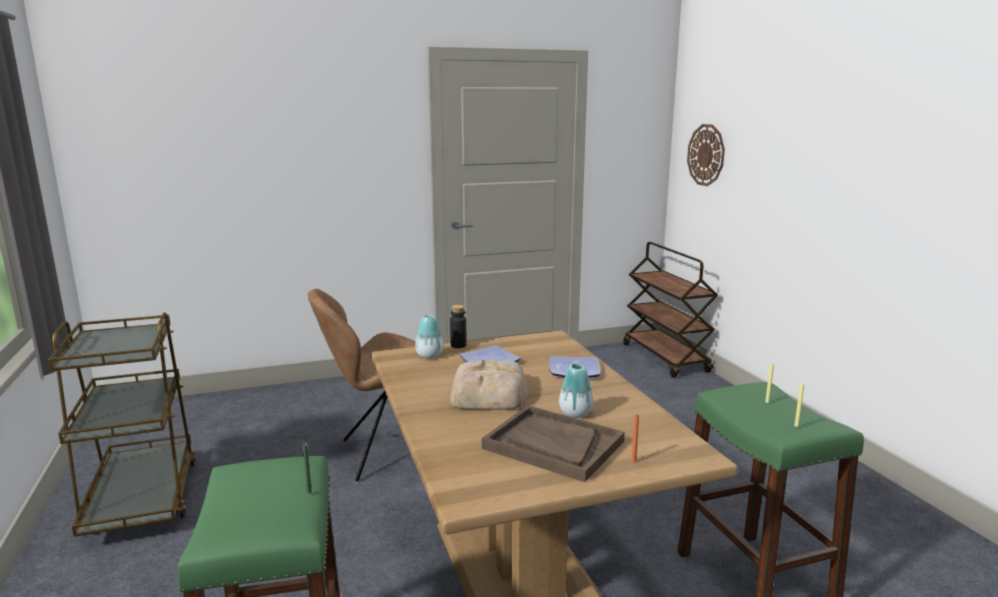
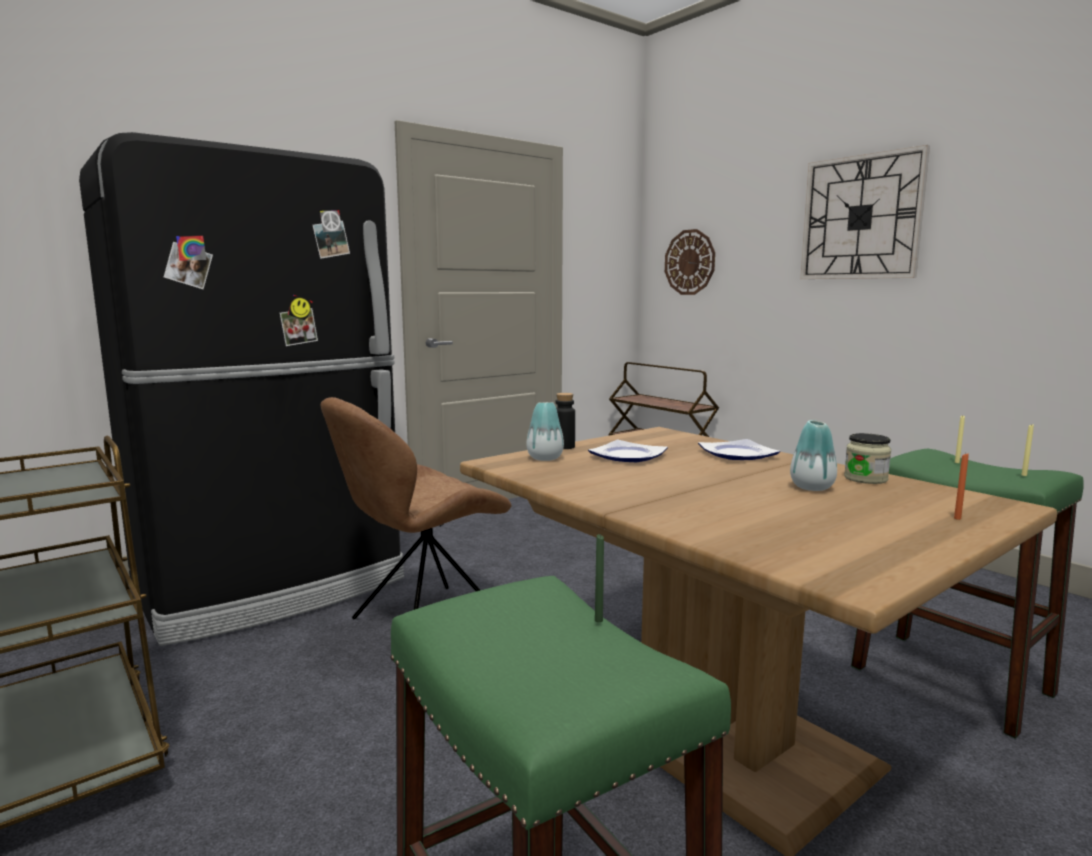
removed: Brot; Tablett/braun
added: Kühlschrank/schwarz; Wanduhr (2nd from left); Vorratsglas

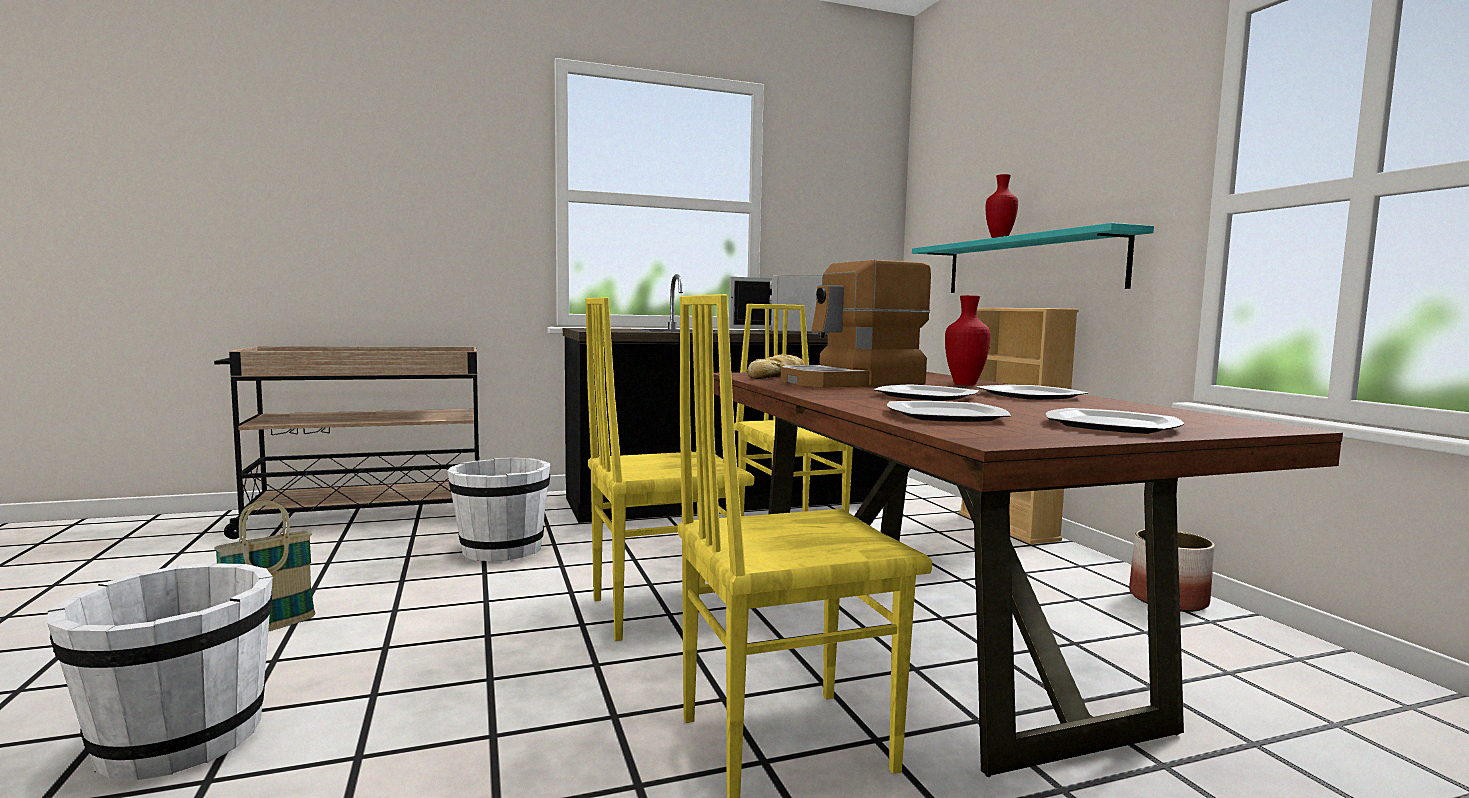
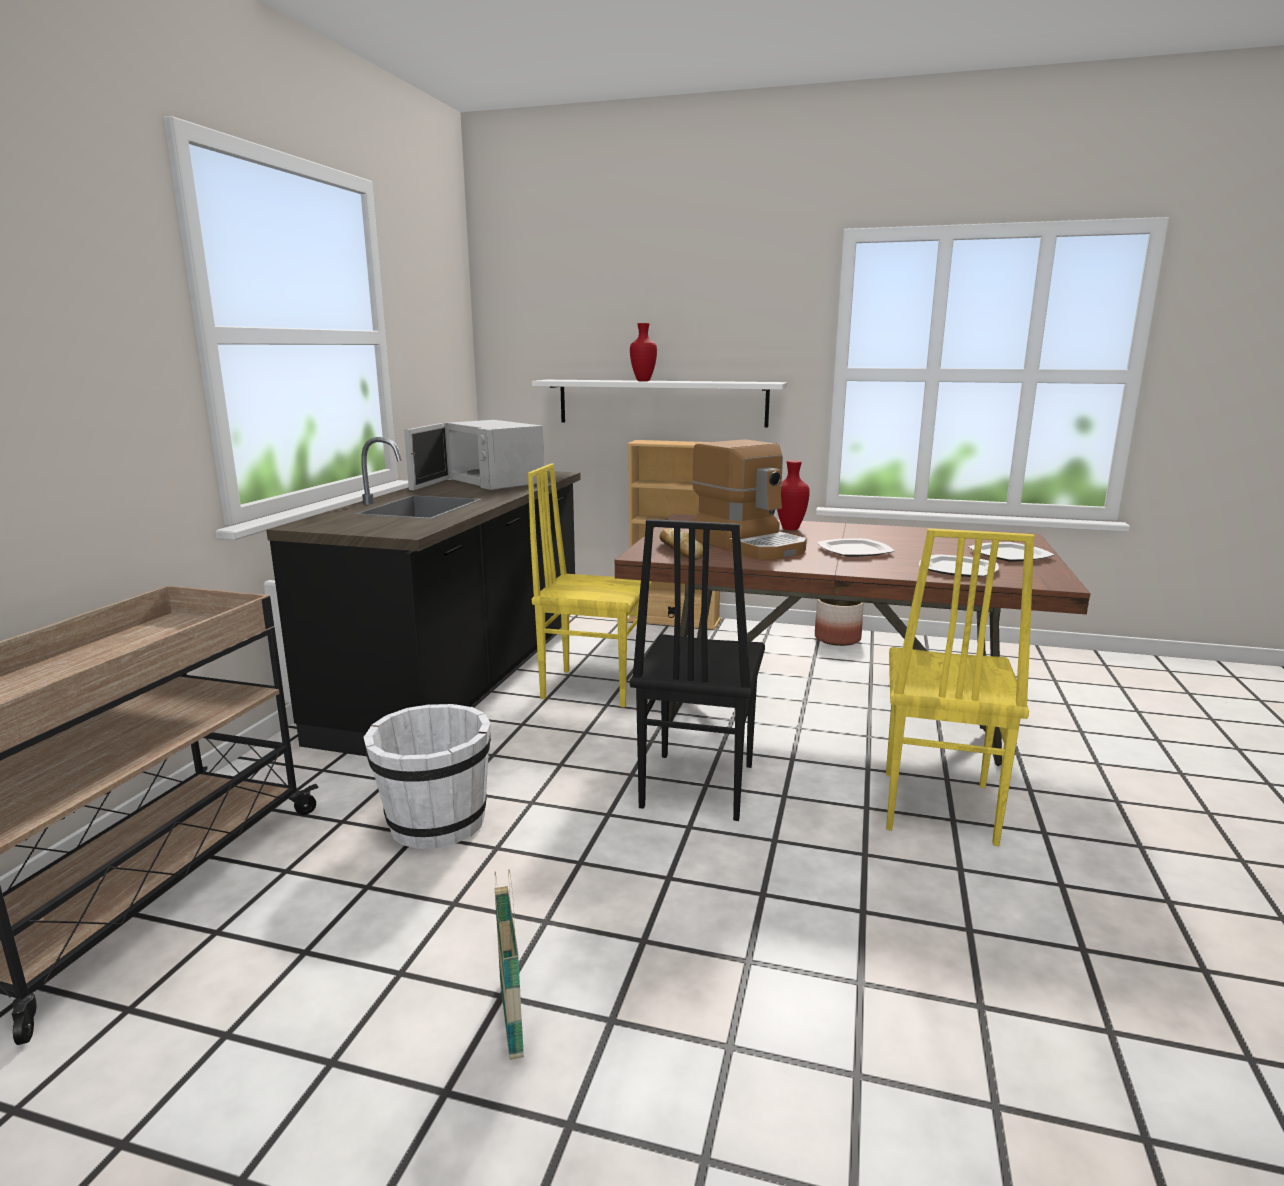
removed: Eimer/weiß (1st from left); Teller (3rd from left)
recoloured: Stuhl/gelb (1st from left) to Stuhl/schwarz; Wandregal/türkis to Wandregal/weiß
turned: Kaffeemaschine 45 degrees counterclockwise

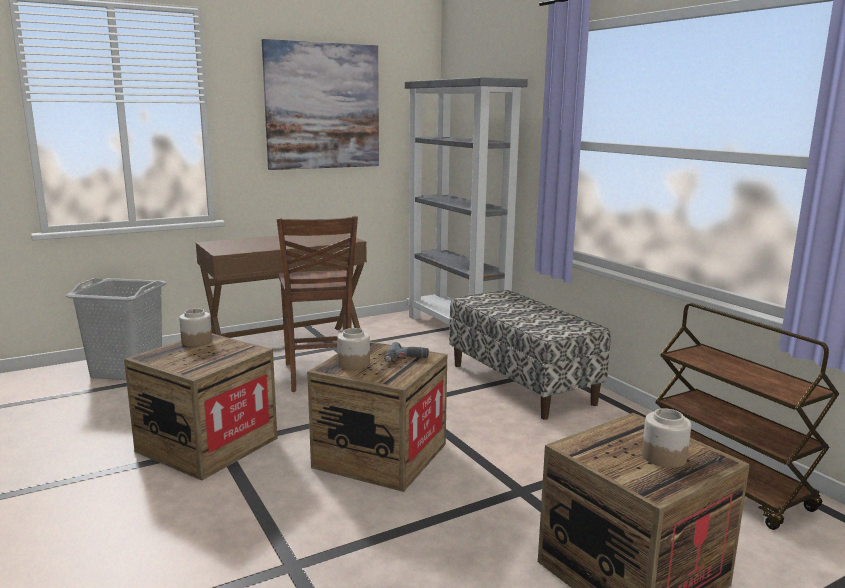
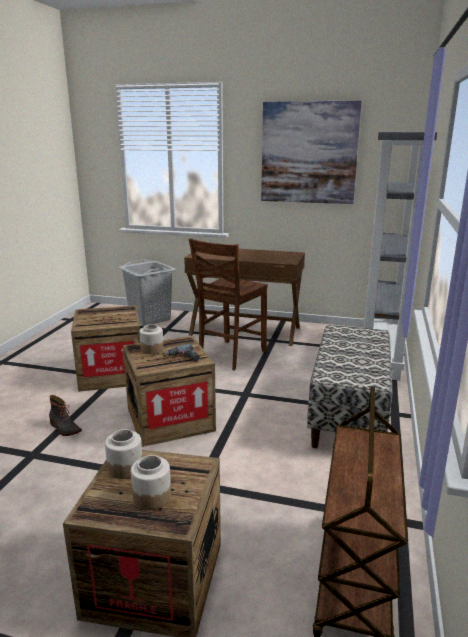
added: Stiefel
moved: Vorratsglas (1st from left)

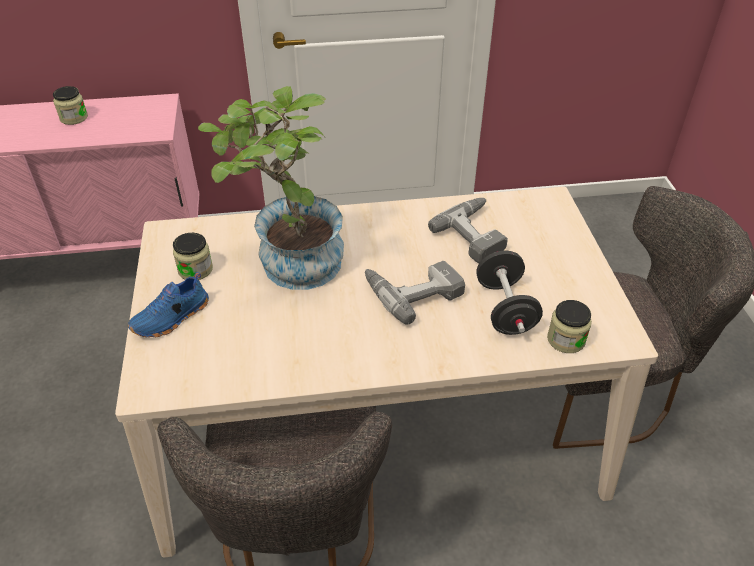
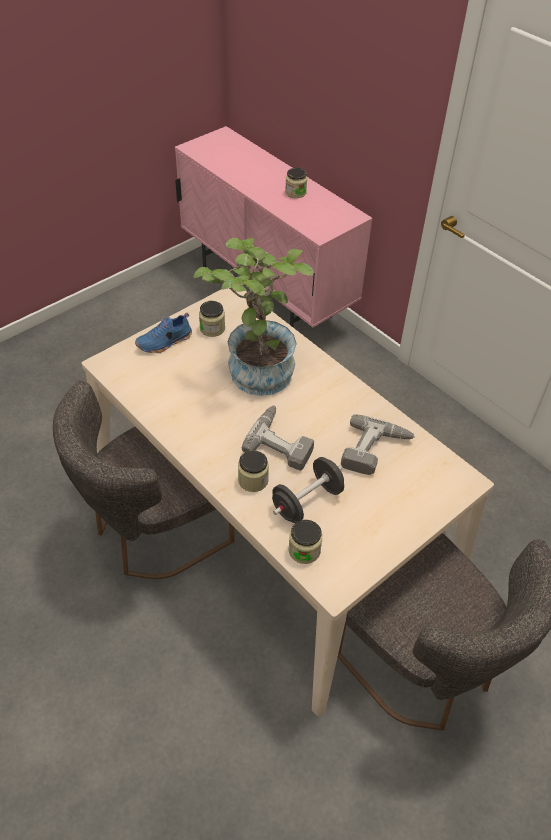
added: Vorratsglas (2nd from left)
turned: Schuh/blau 45 degrees counterclockwise

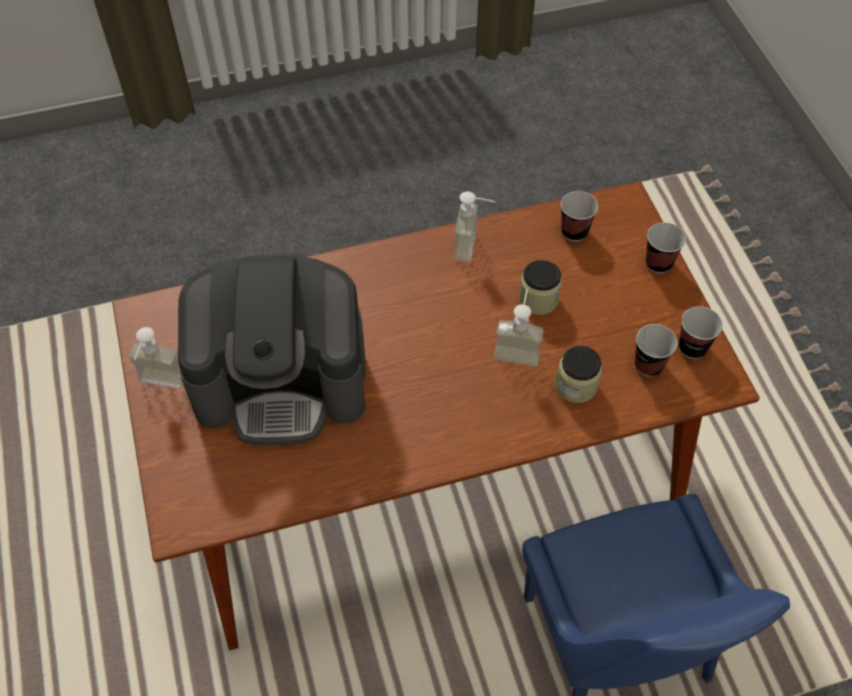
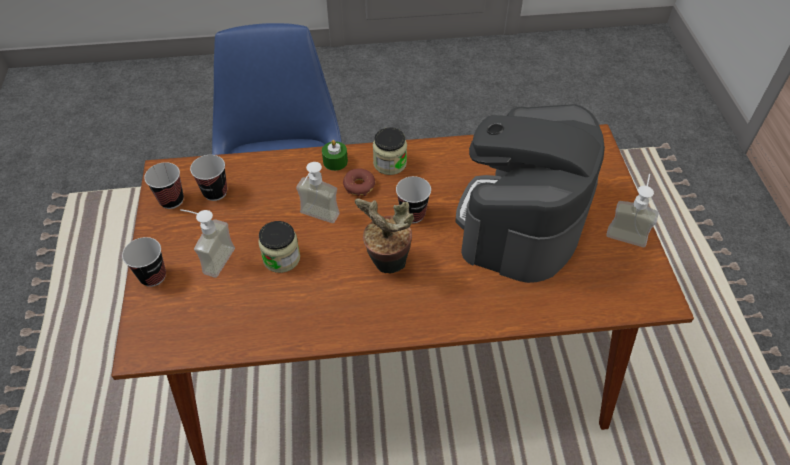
added: Kerze/grün; Donut; Topfpflanze
moved: Seifenspender (2nd from left in the first image) to Seifenspender (1st from left); Vorratsglas (2nd from left); Tasse (1st from left in the first image) to Tasse (4th from left)
turned: Kaffeemaschine 75 degrees counterclockwise

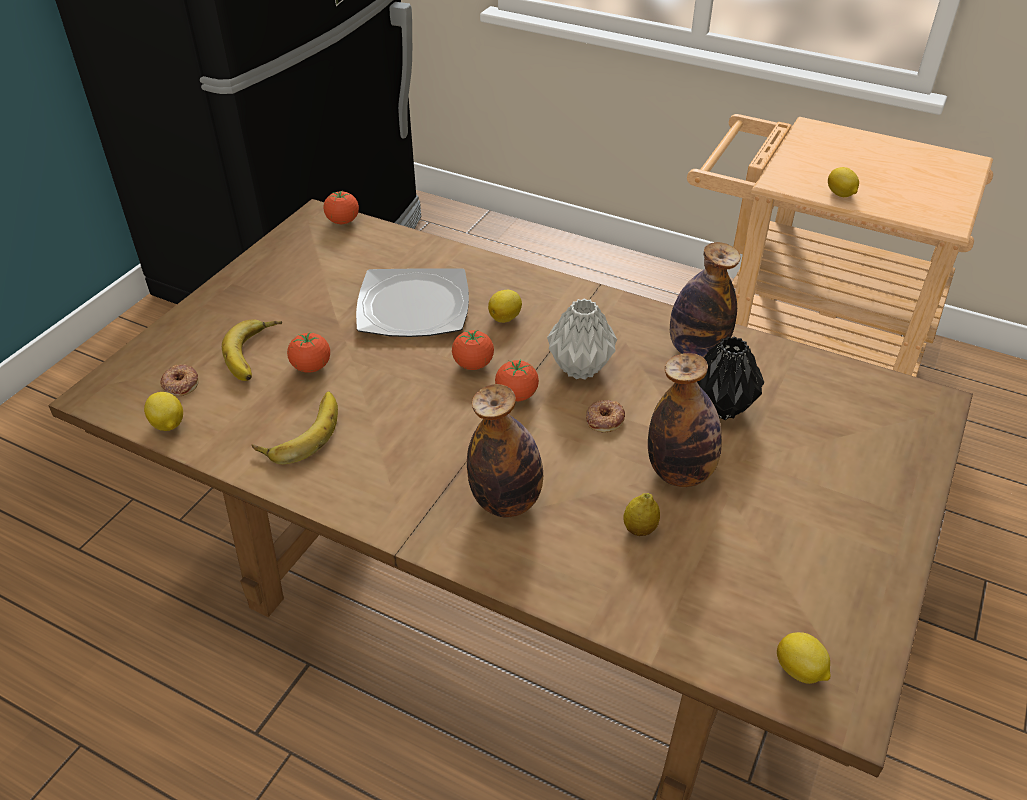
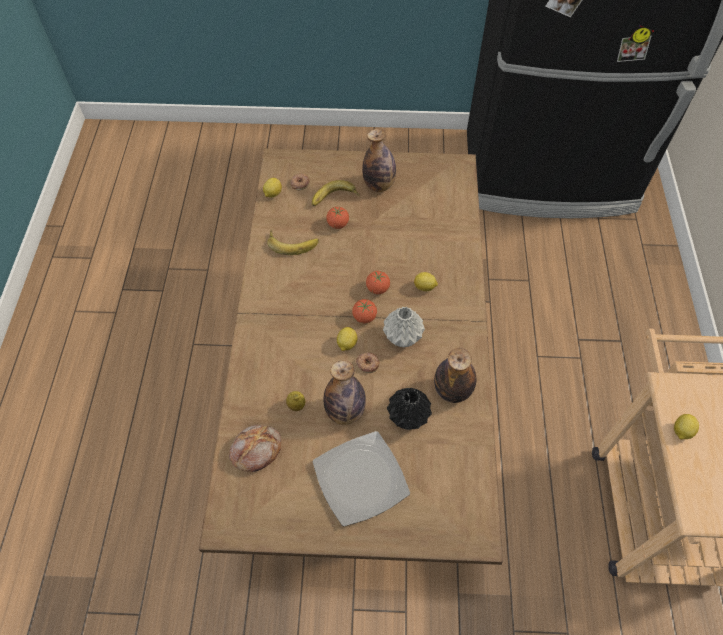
removed: Tomate (2nd from left)
added: Brot
moved: Teller; Flasche (1st from left in the first image) to Flasche (2nd from left); Zitrone (4th from left in the first image) to Zitrone (3rd from left)

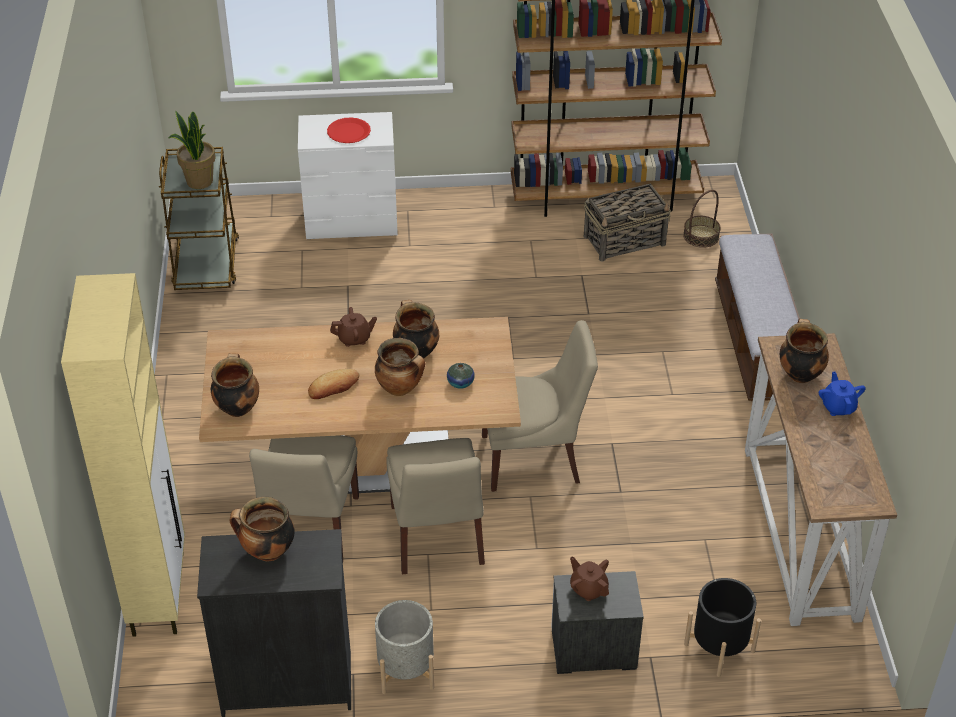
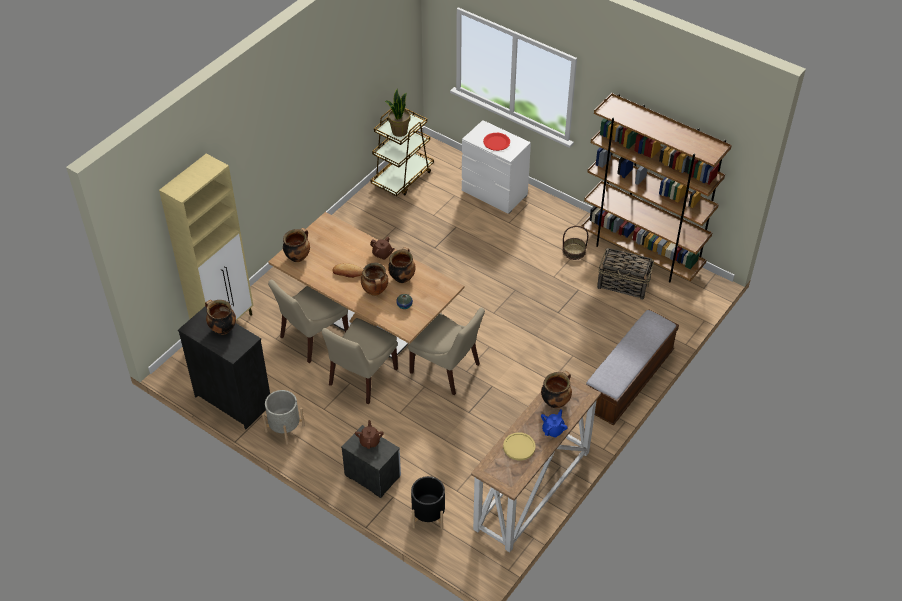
added: Teller/gelb
moved: Korb (2nd from left in the first image) to Korb (1st from left)

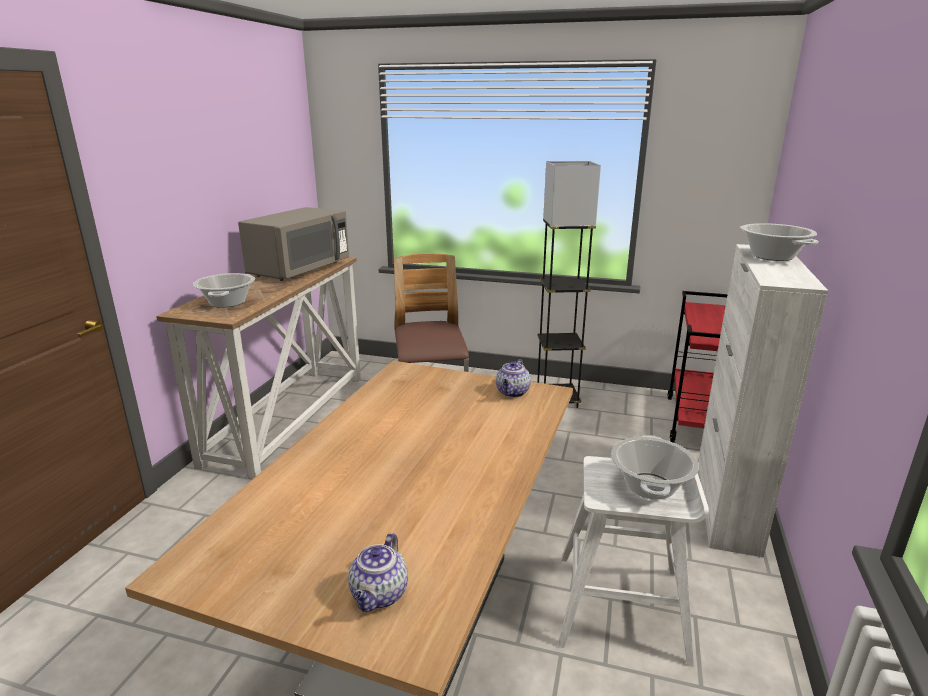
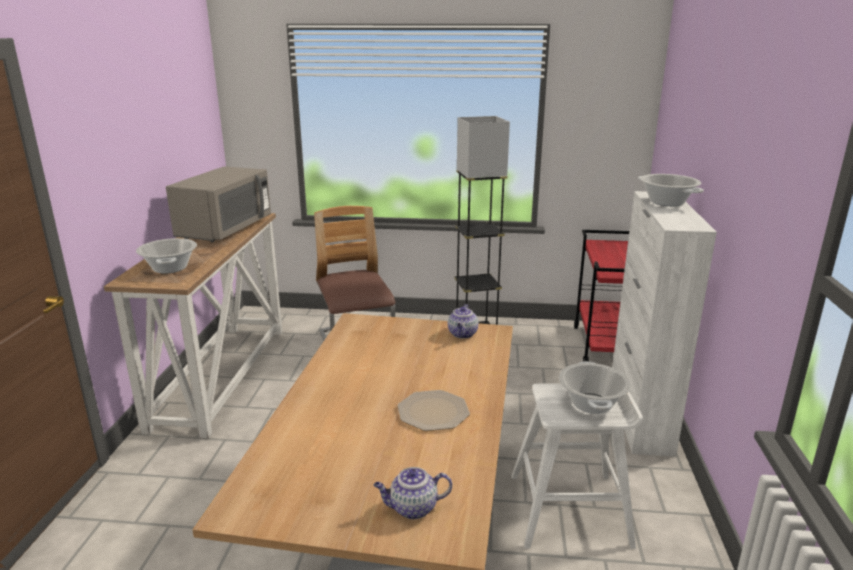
added: Teller
turned: Teekanne (1st from left) 75 degrees clockwise

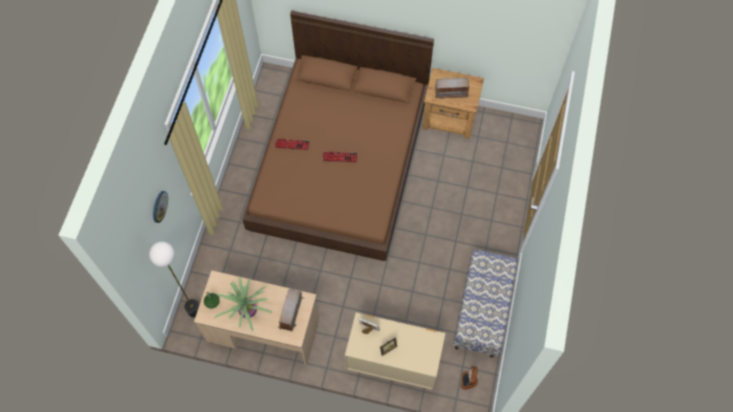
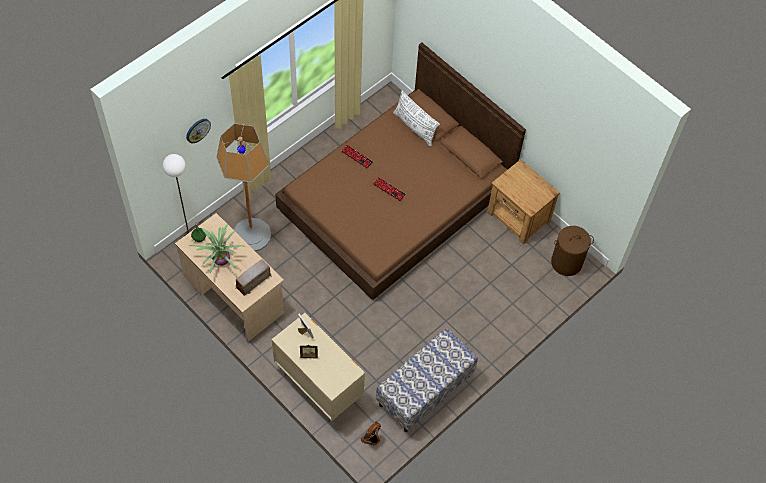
removed: Radio (2nd from left)
added: Stehlampe (2nd from left); Kissen/weiß; Wäschekorb/braun

